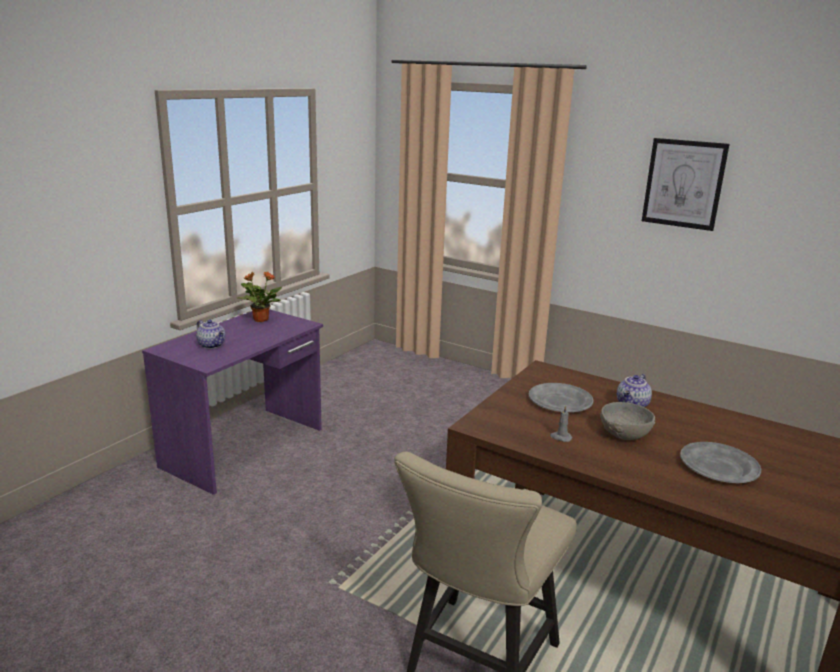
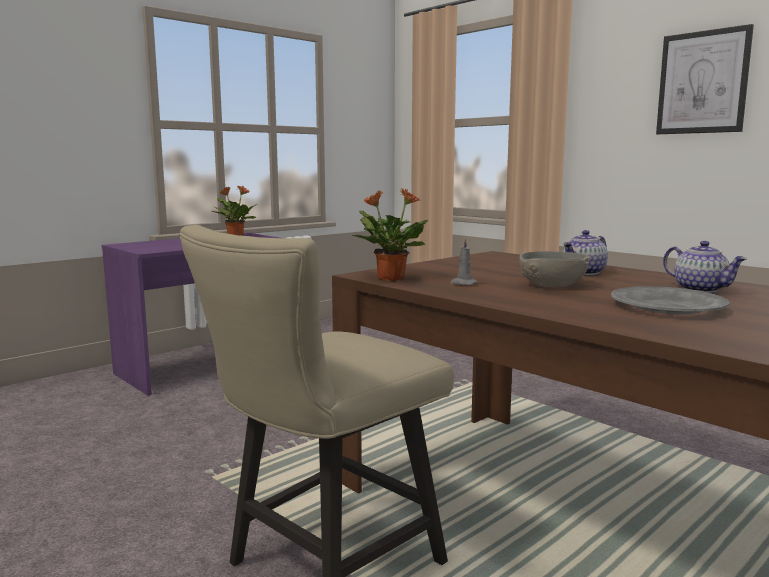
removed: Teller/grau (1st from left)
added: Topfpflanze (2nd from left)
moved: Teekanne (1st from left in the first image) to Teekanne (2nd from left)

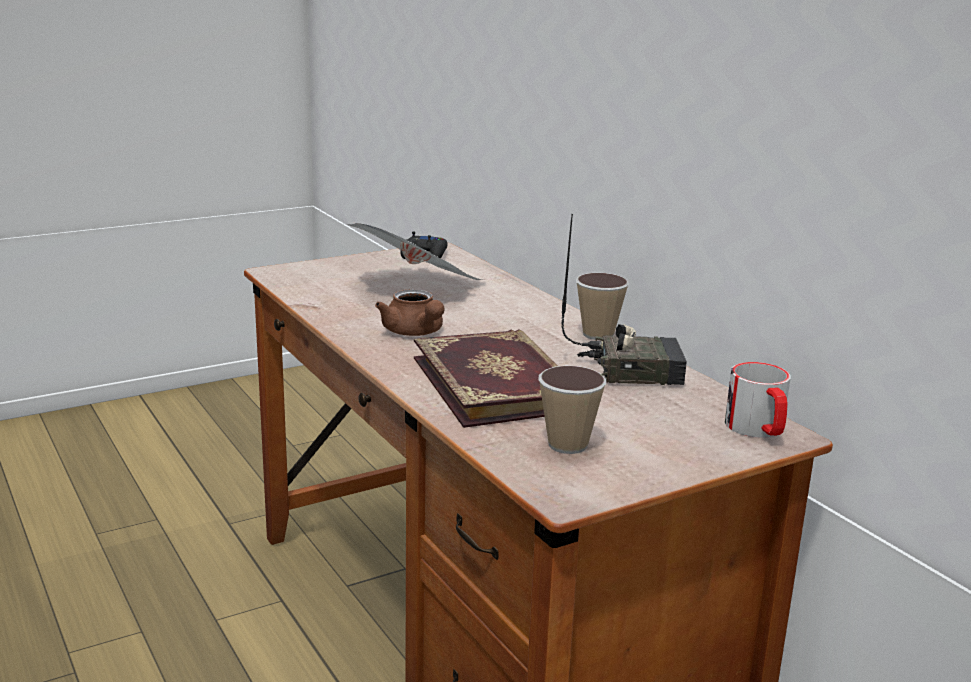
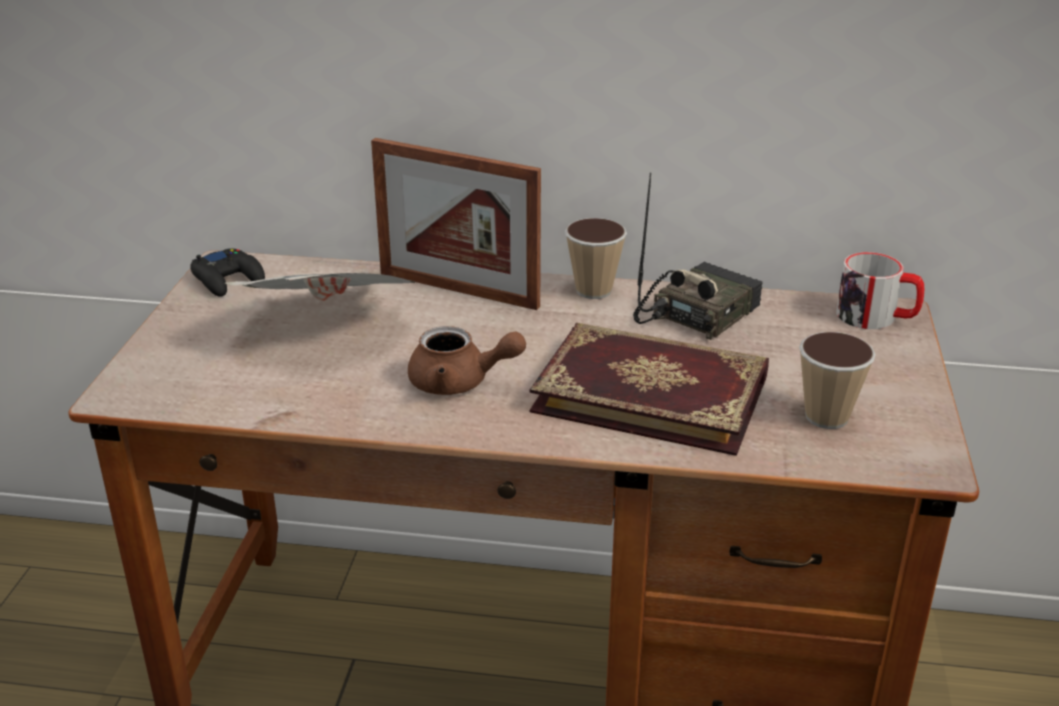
added: Bilderrahmen

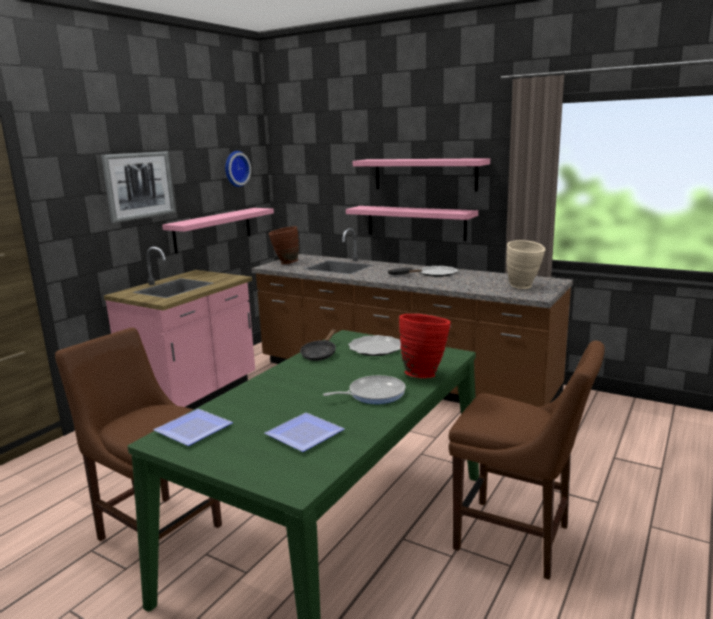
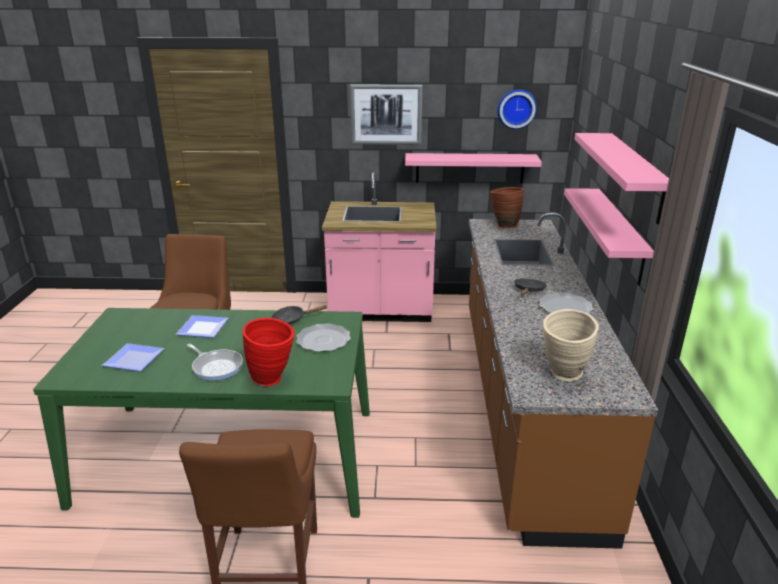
moved: Teller (1st from left in the first image) to Teller (2nd from left)

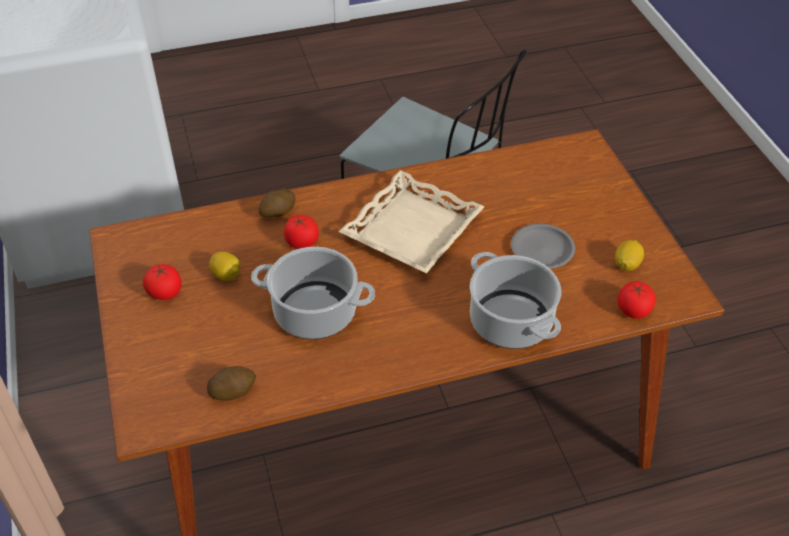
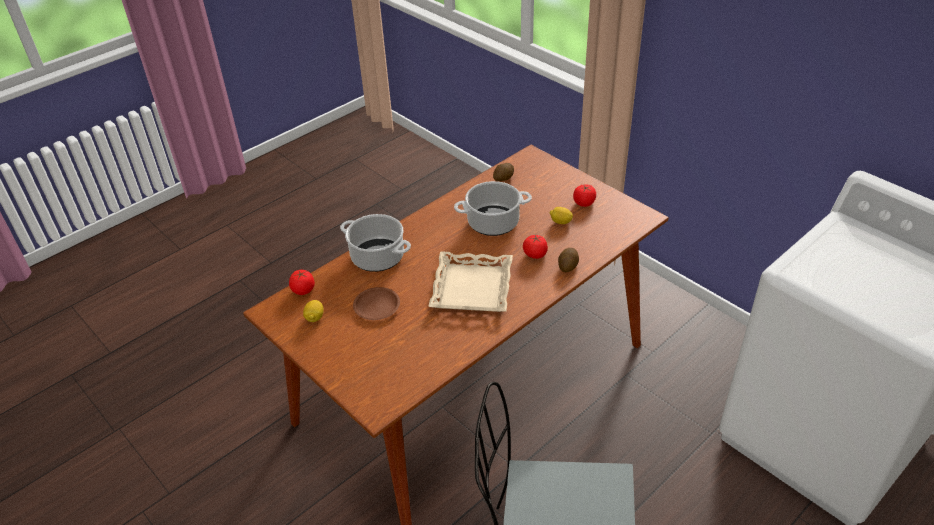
recoloured: Teller/grau to Teller/braun

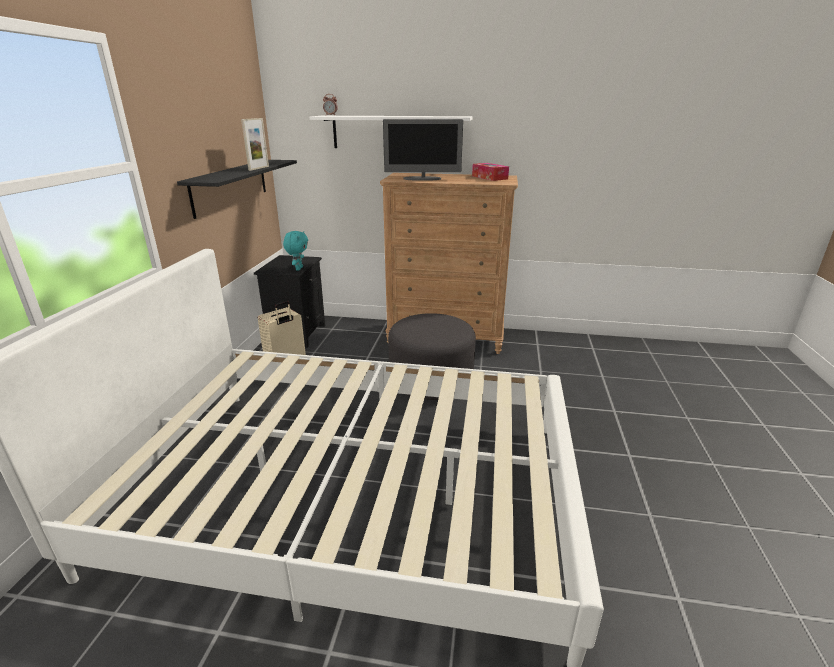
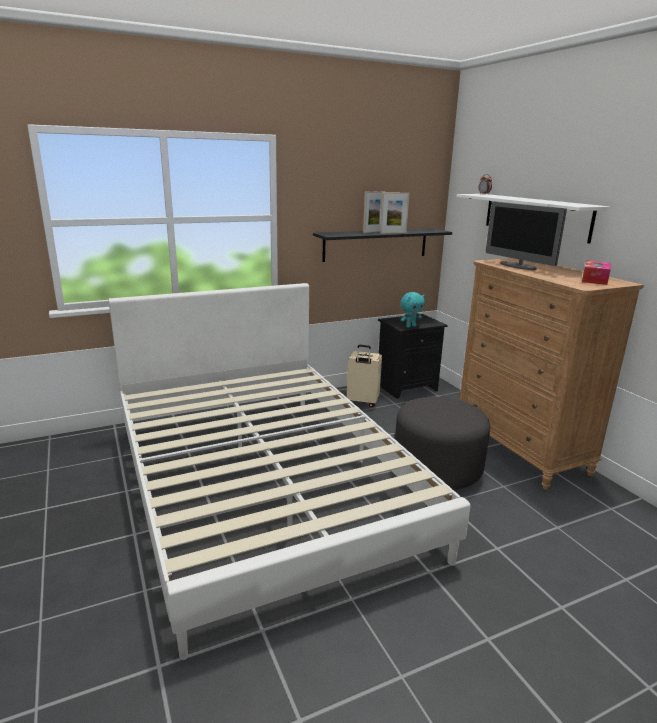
added: Bilderrahmen (1st from left)

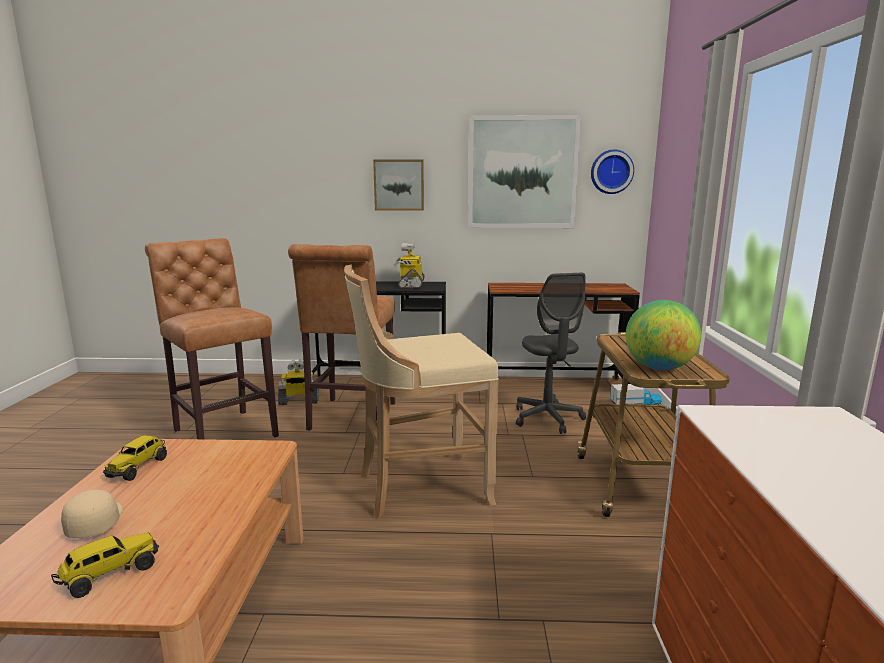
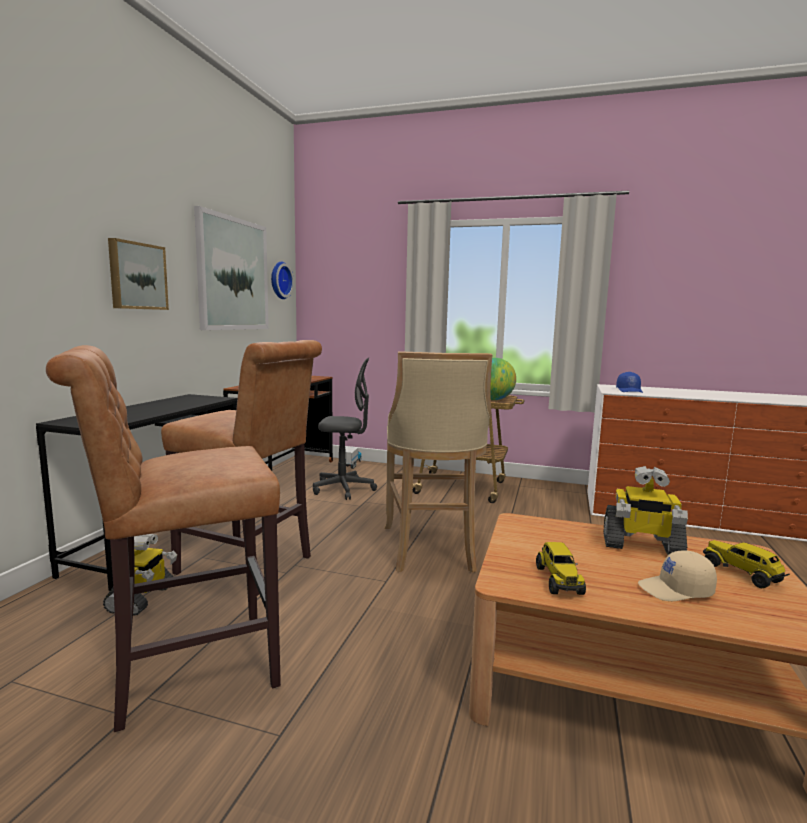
added: Kappe/blau
moved: Spielzeugroboter (2nd from left)
turned: Spielzeuglaster (2nd from left) 60 degrees clockwise

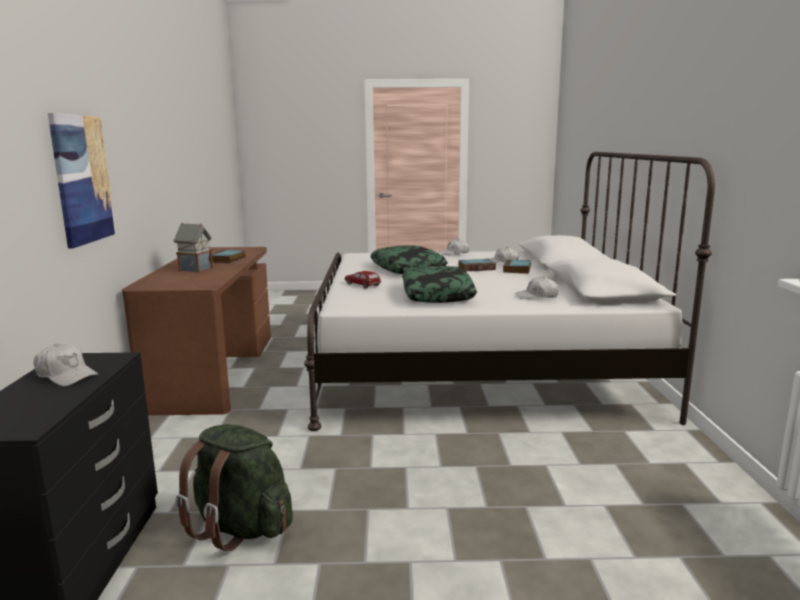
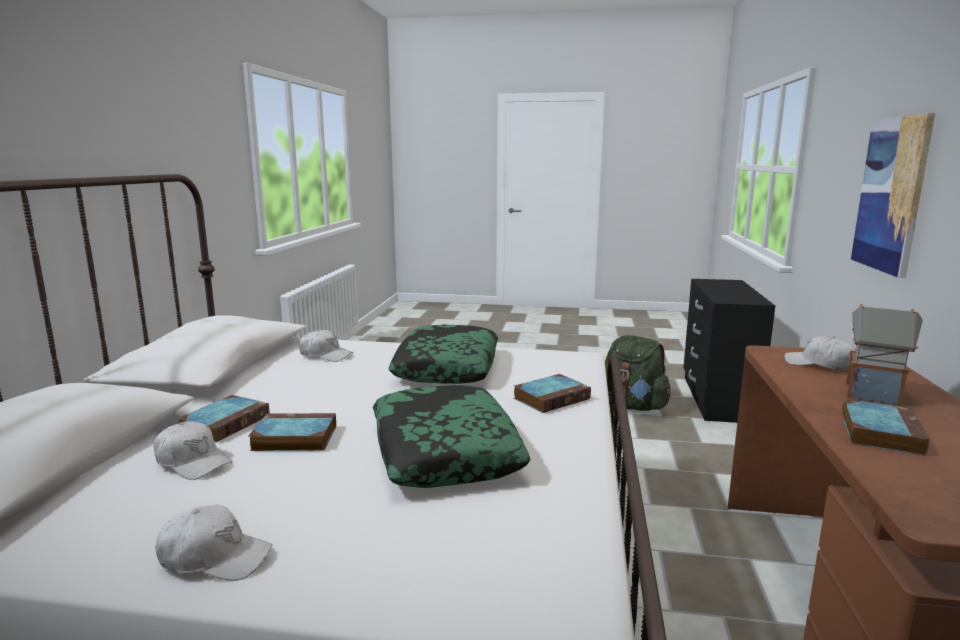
moved: Kappe/weiß (1st from left in the first image) to Kappe/weiß (4th from left)
replaced: Spielzeugauto to Buch (3rd from left)

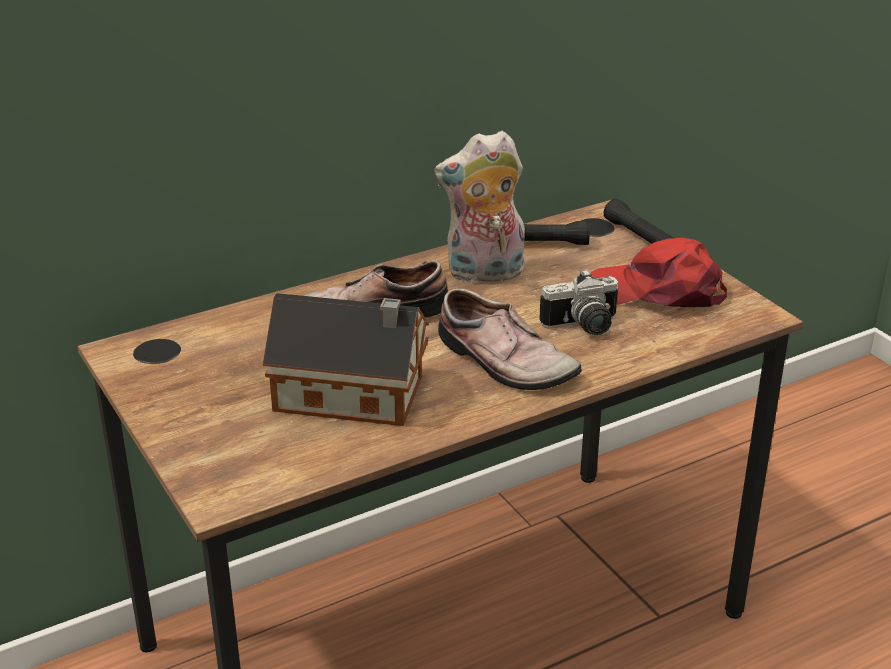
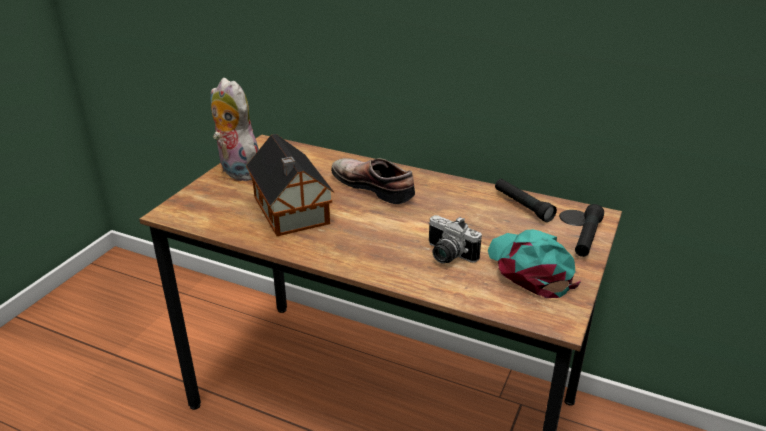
removed: Schuh (2nd from left)
moved: Plüschtier
recoloured: Kappe/rot to Kappe/türkis

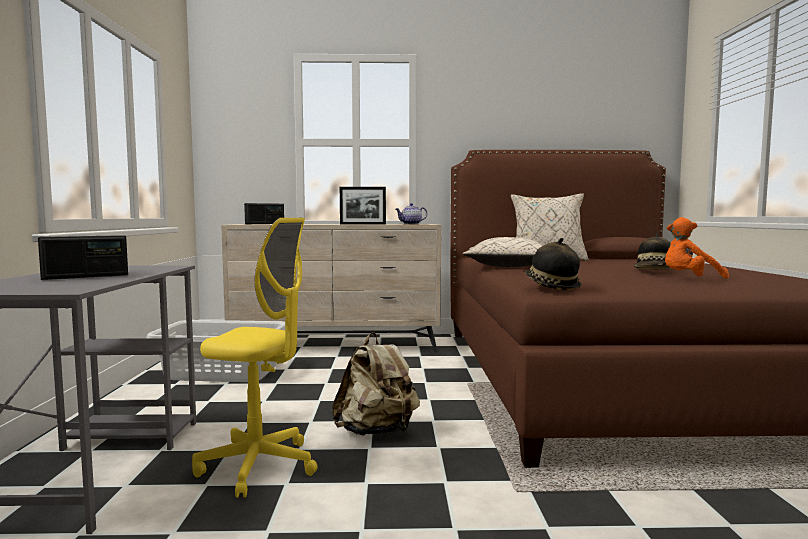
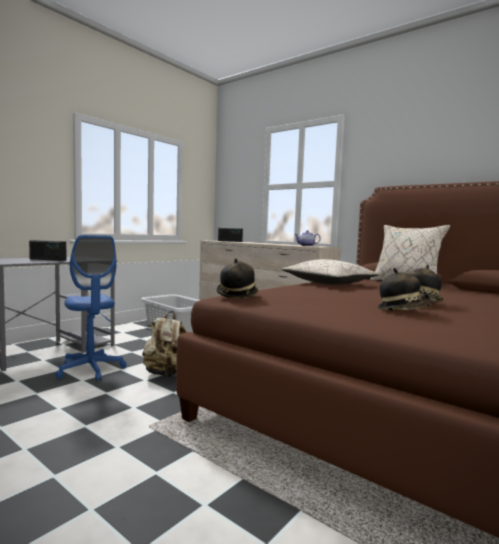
removed: Bilderrahmen
replaced: Plüschtier/orange to Hut (2nd from left)
recoloured: Bürostuhl/gelb to Bürostuhl/blau

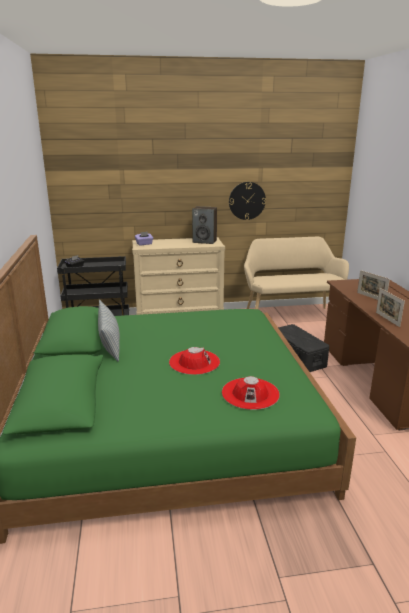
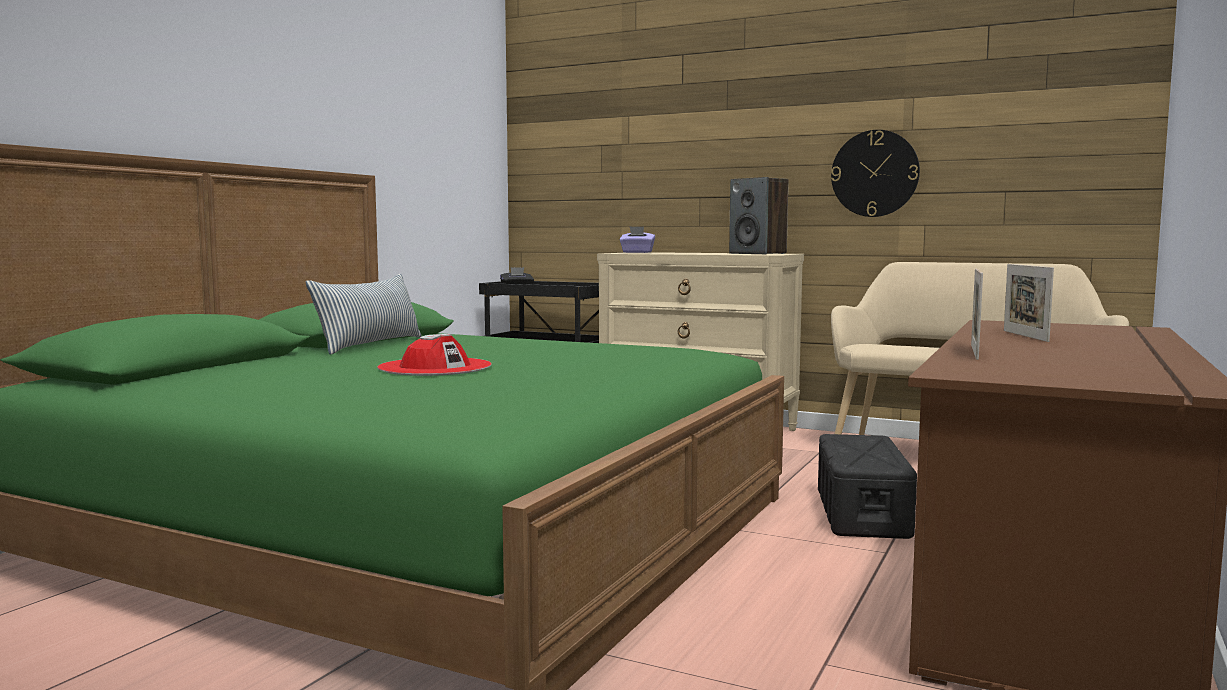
removed: Hut/rot (2nd from left)

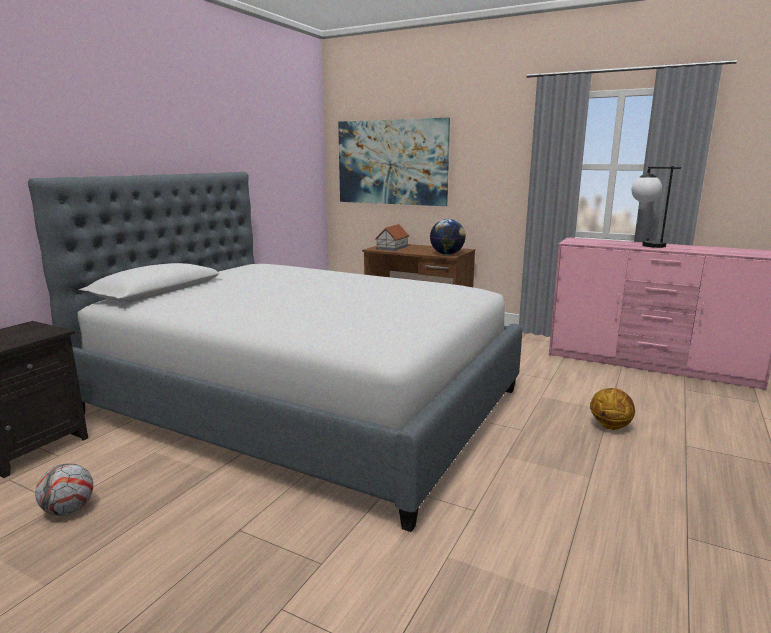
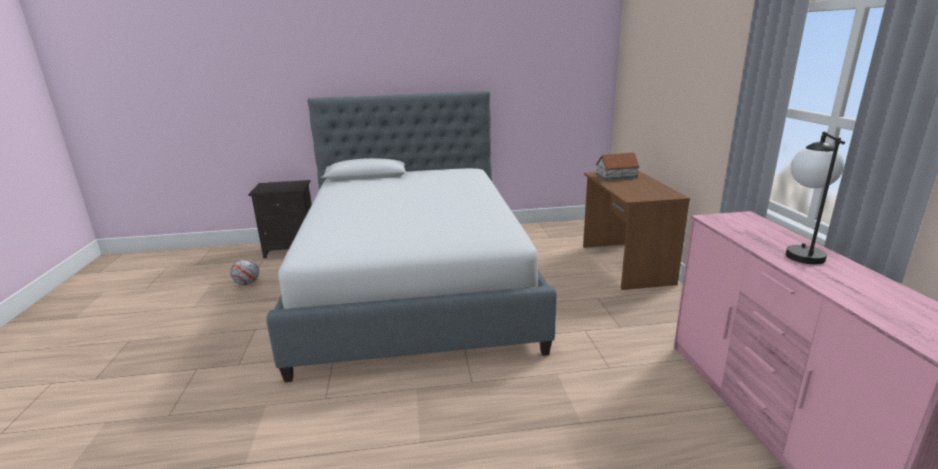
removed: Bild; Globus; Basketball

